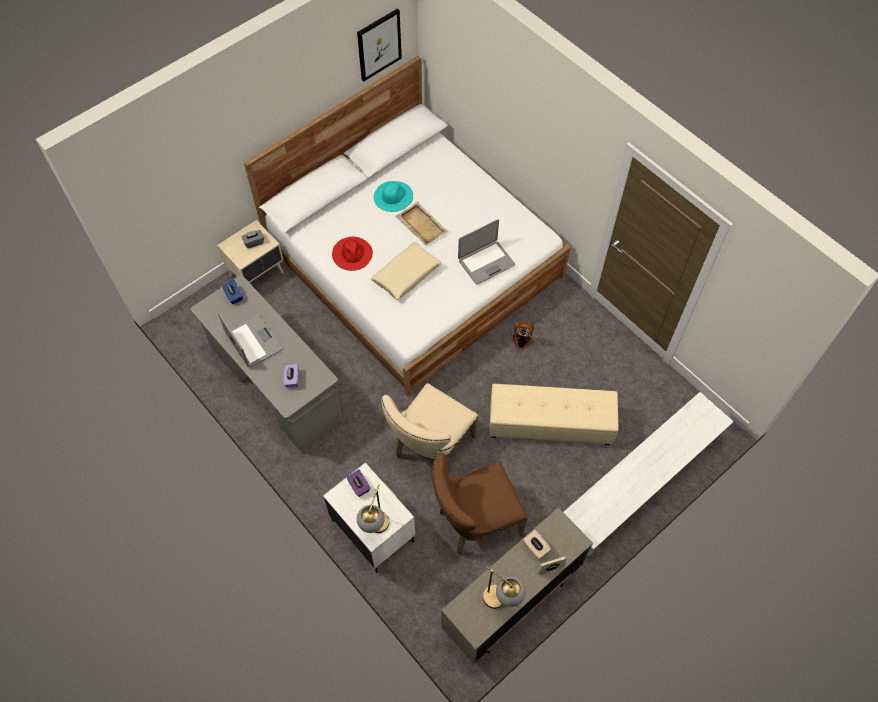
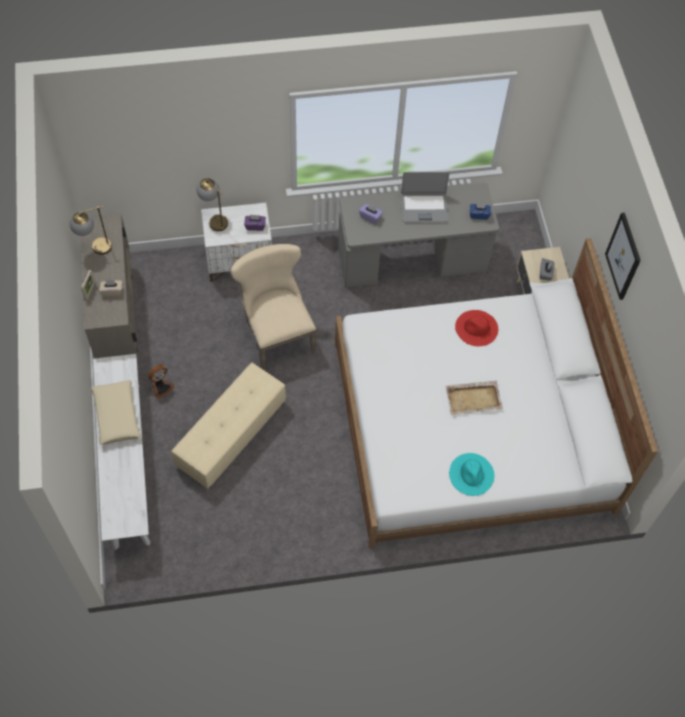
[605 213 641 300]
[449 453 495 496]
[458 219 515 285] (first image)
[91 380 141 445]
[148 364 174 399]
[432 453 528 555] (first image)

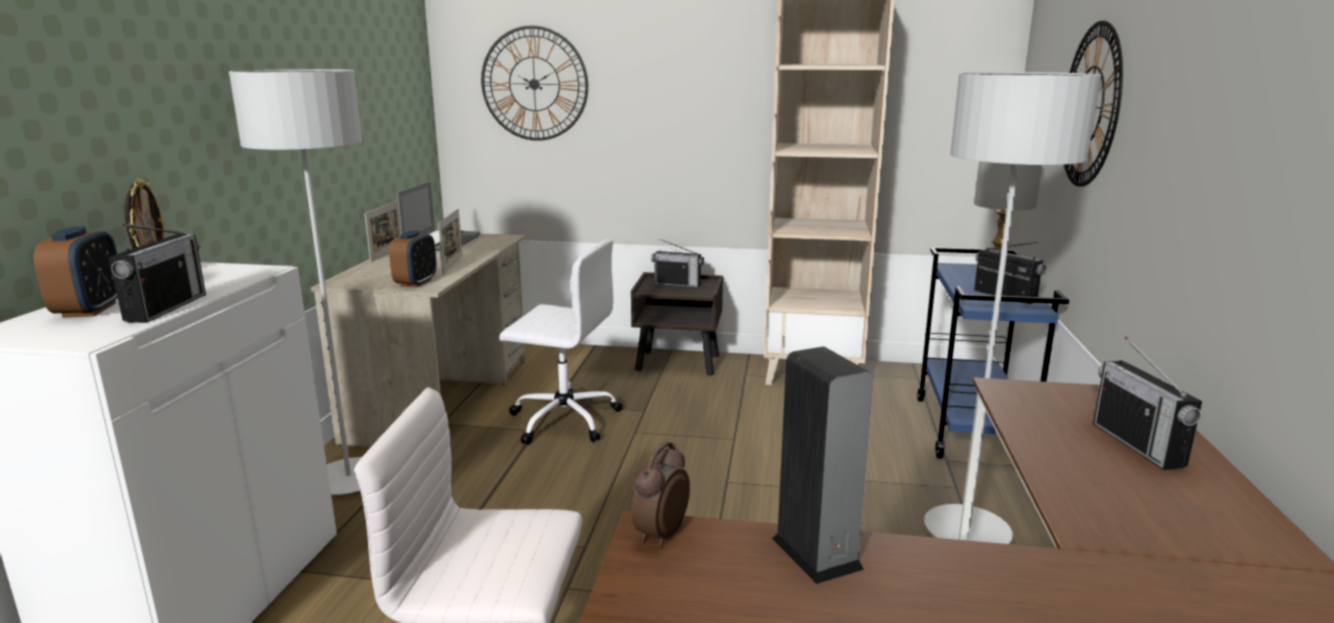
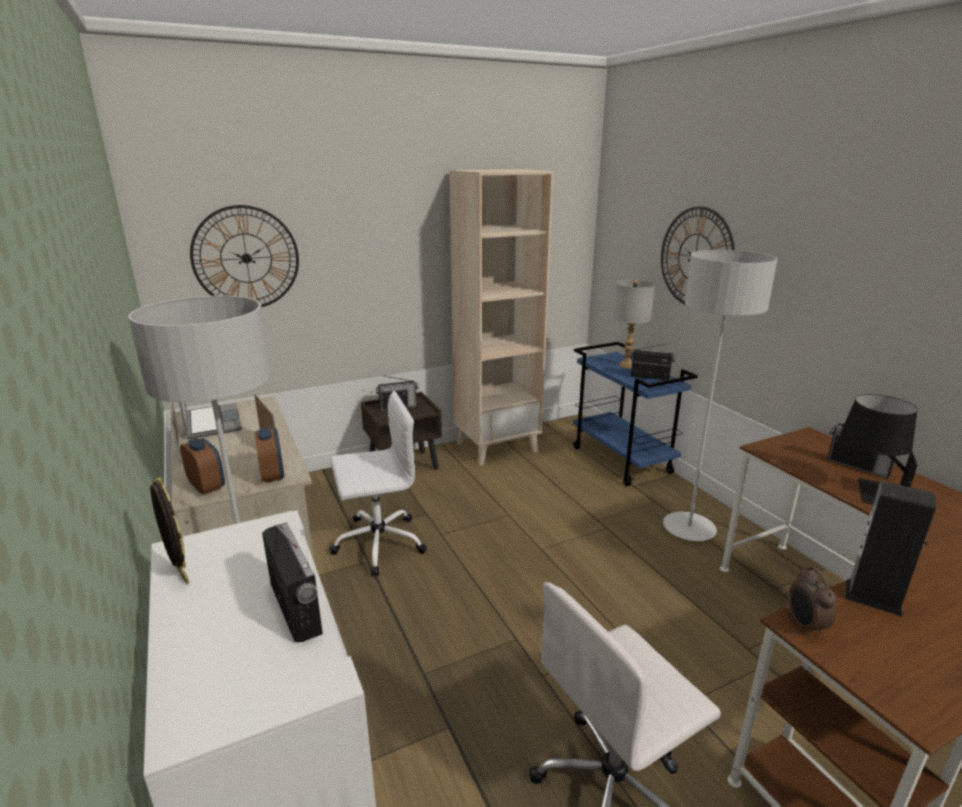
[180 438 225 495]
[840 394 917 505]

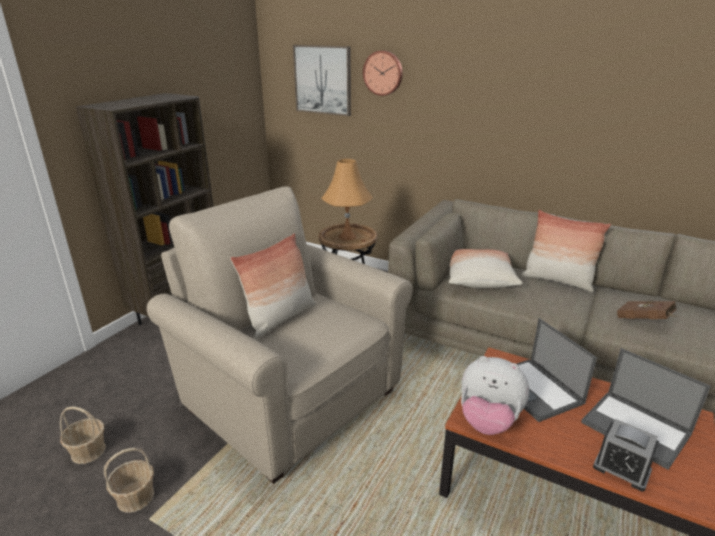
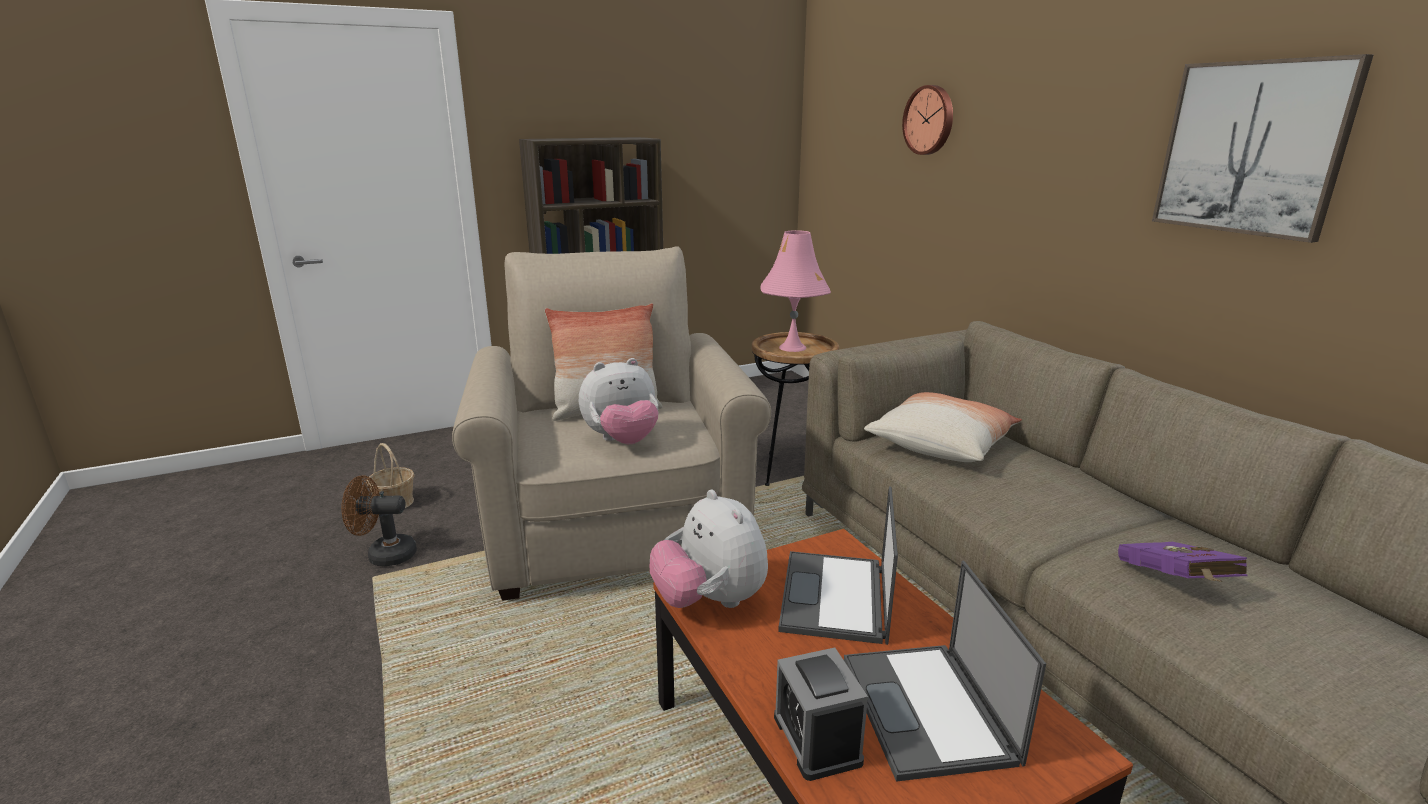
[1152 54 1373 243]
[760 230 831 352]
[521 210 611 292] (first image)
[1118 542 1247 582]
[341 475 417 566]
[579 358 659 444]

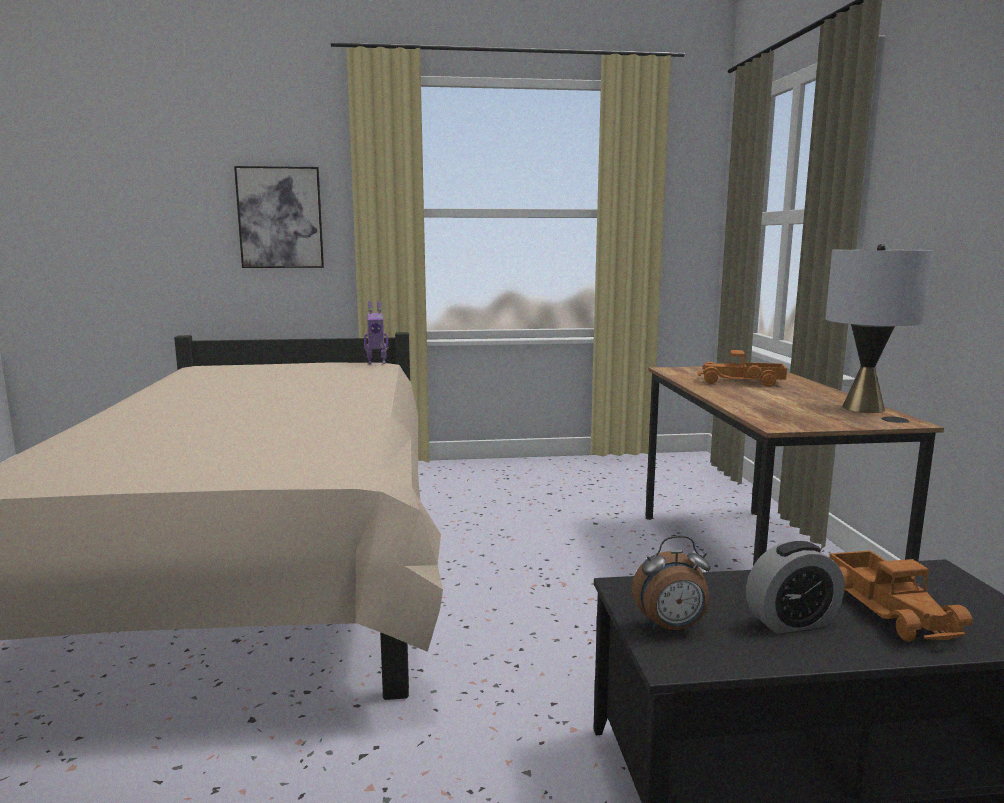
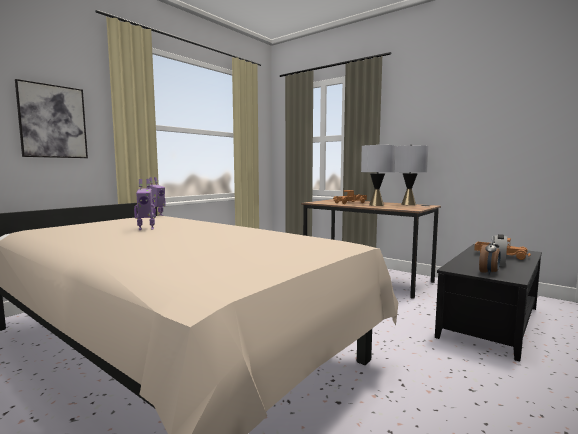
[361 144 396 206]
[134 179 156 230]

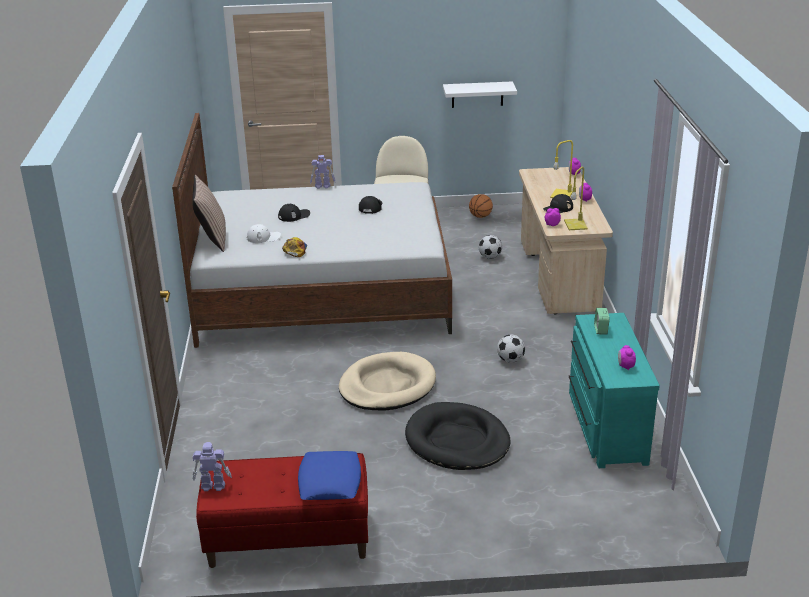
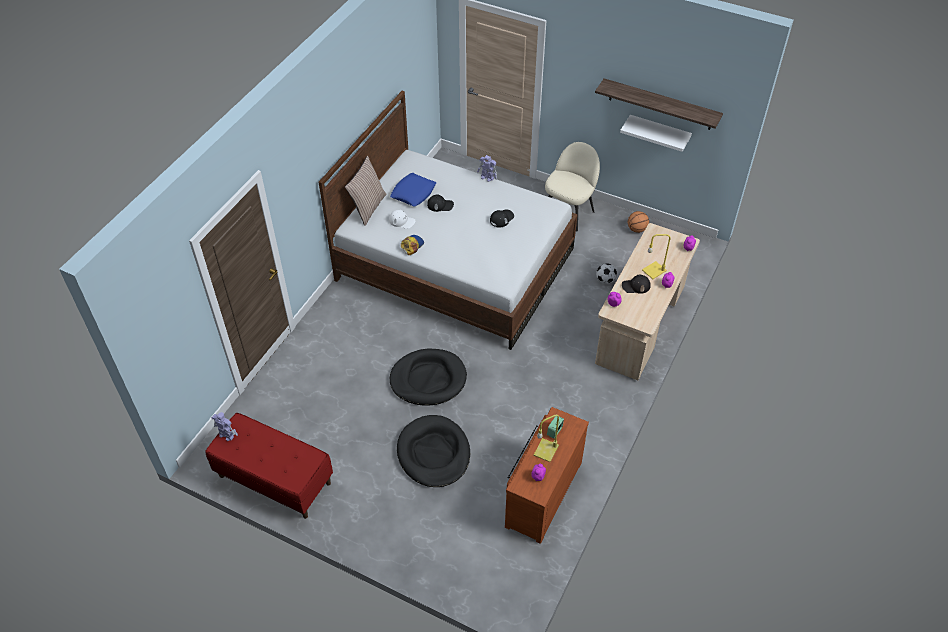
[534 415 559 462]
[505 407 589 544]
[497 335 525 363] (first image)
[390 349 467 406]
[390 173 436 207]
[595 78 723 130]

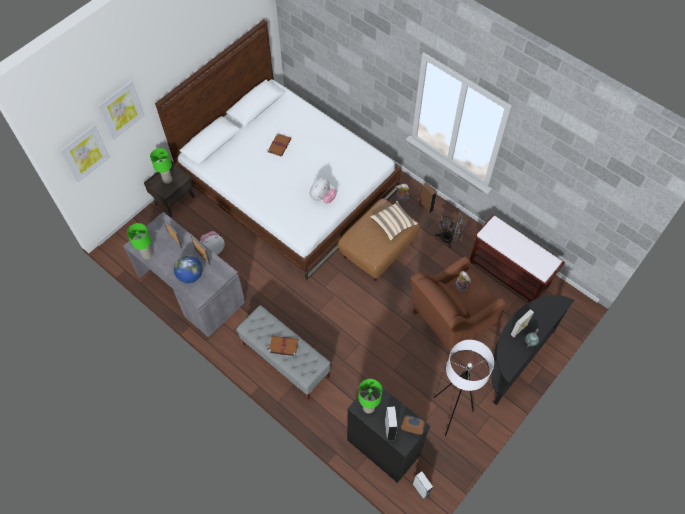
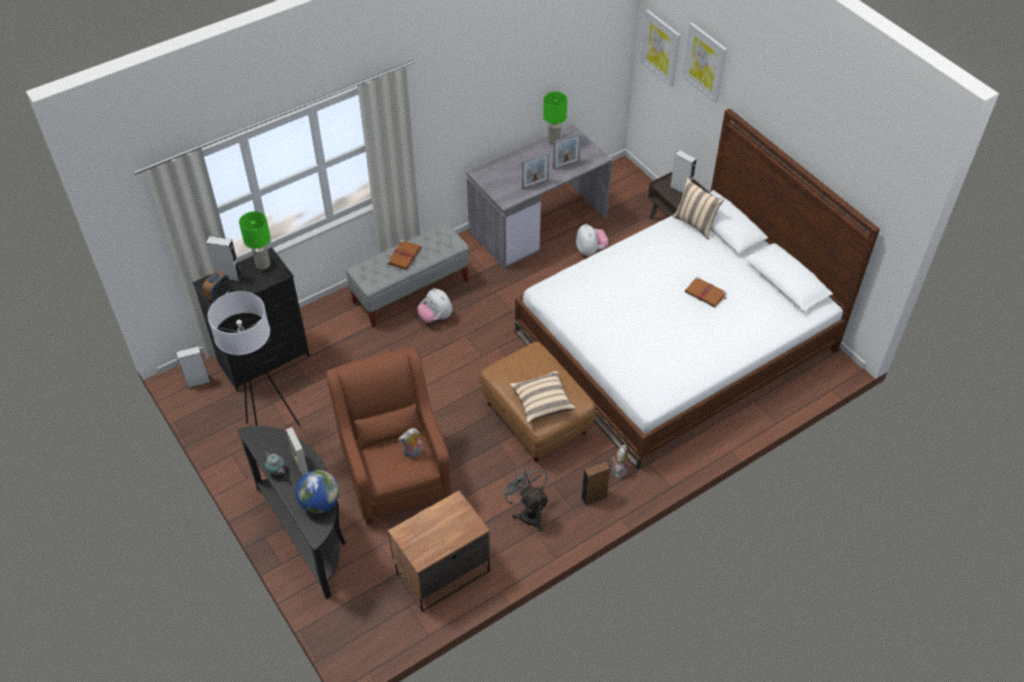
[670 150 697 194]
[417 288 453 323]
[501 464 549 532]
[388 490 491 612]
[296 470 339 513]
[672 178 724 239]

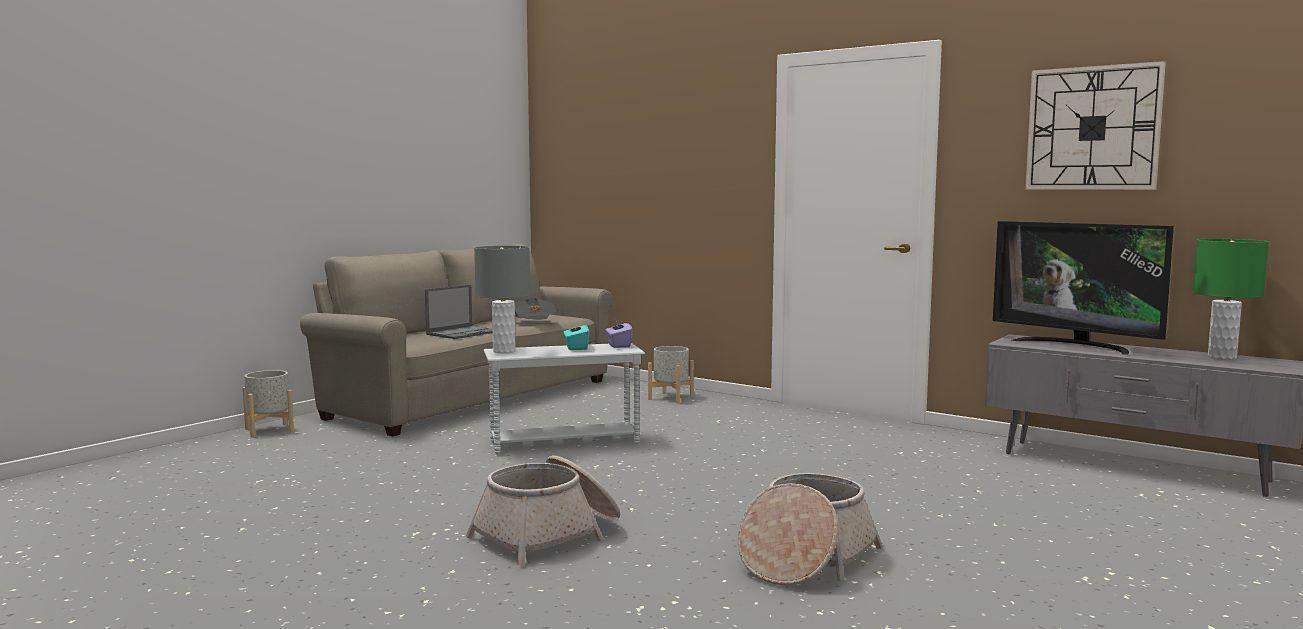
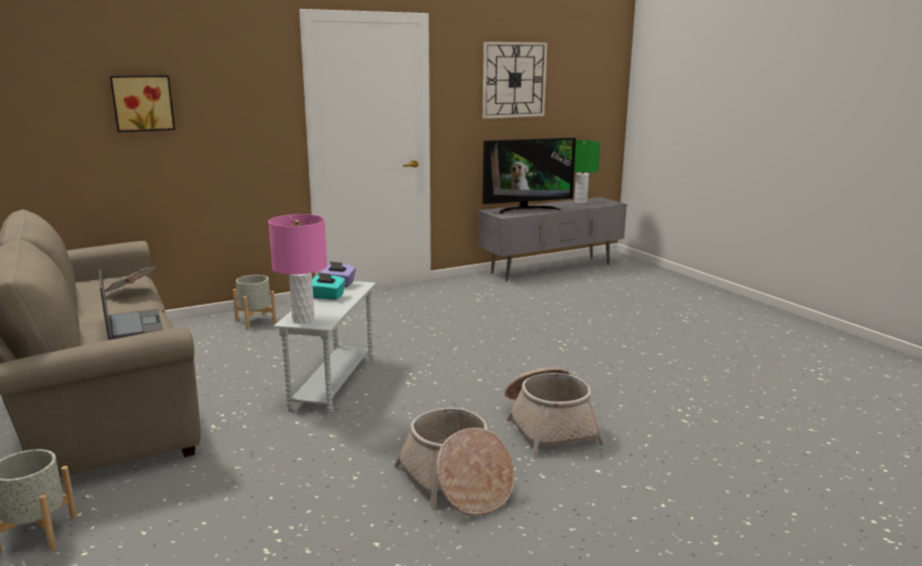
[268 214 327 324]
[394 408 515 516]
[110 75 175 132]

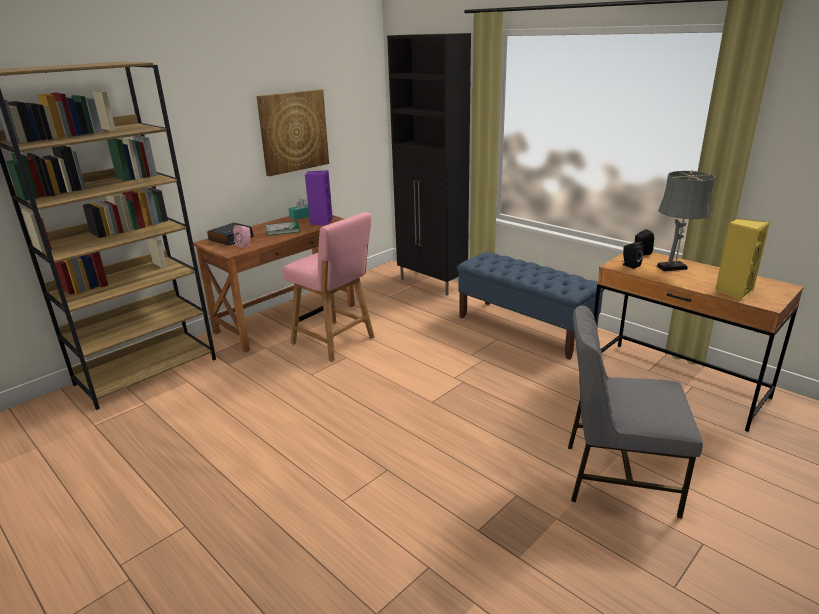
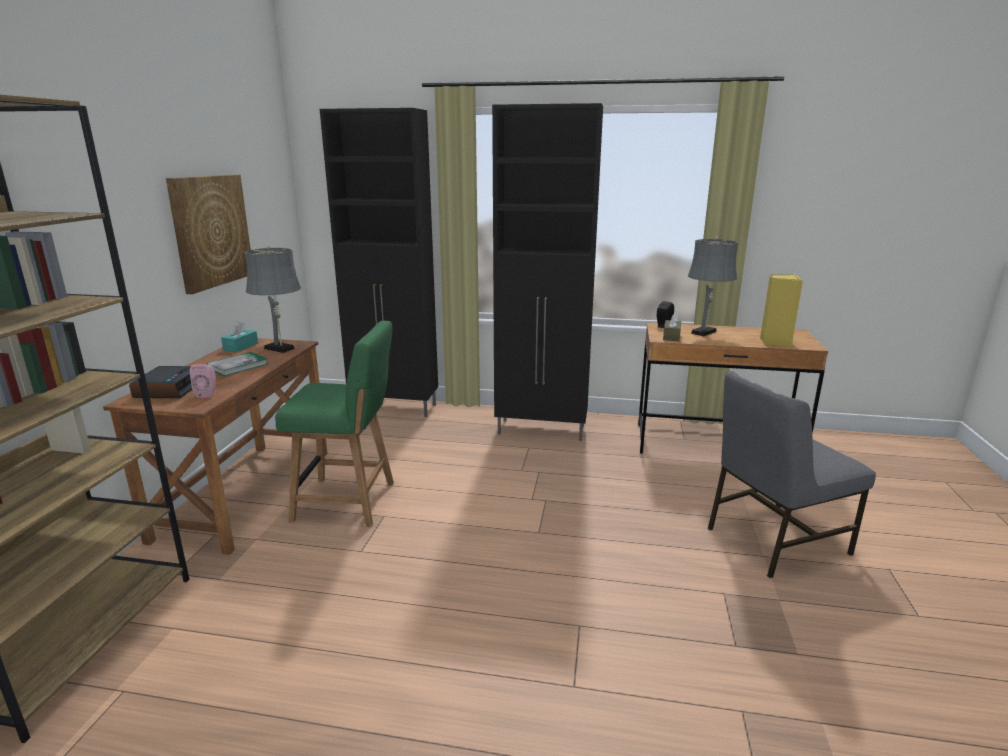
[244 245 301 353]
[275 321 394 527]
[663 312 681 341]
[492 103 603 441]

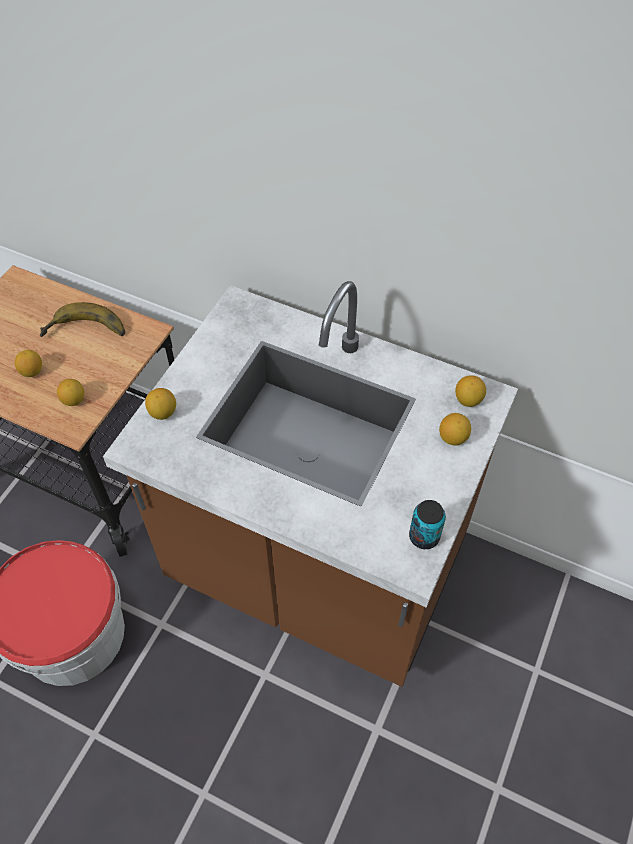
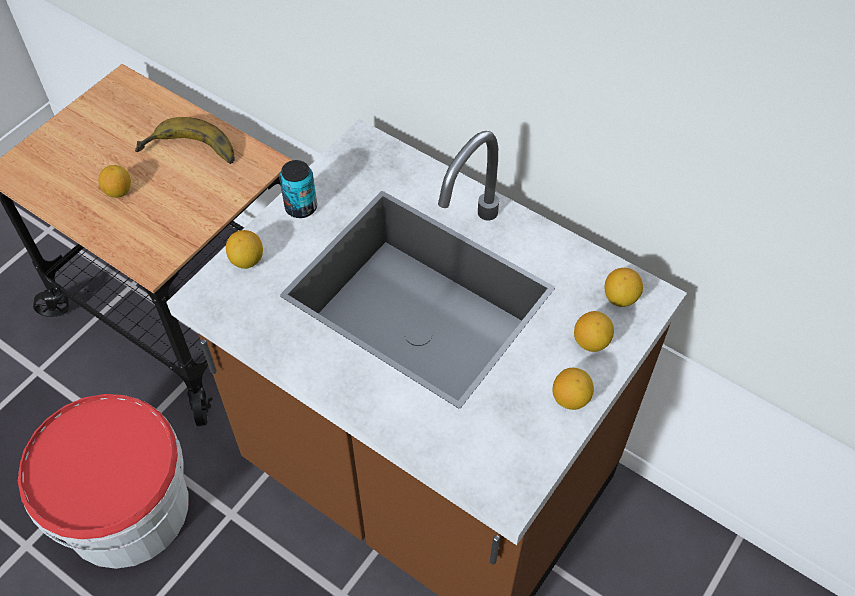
[553 368 594 410]
[279 160 317 218]

